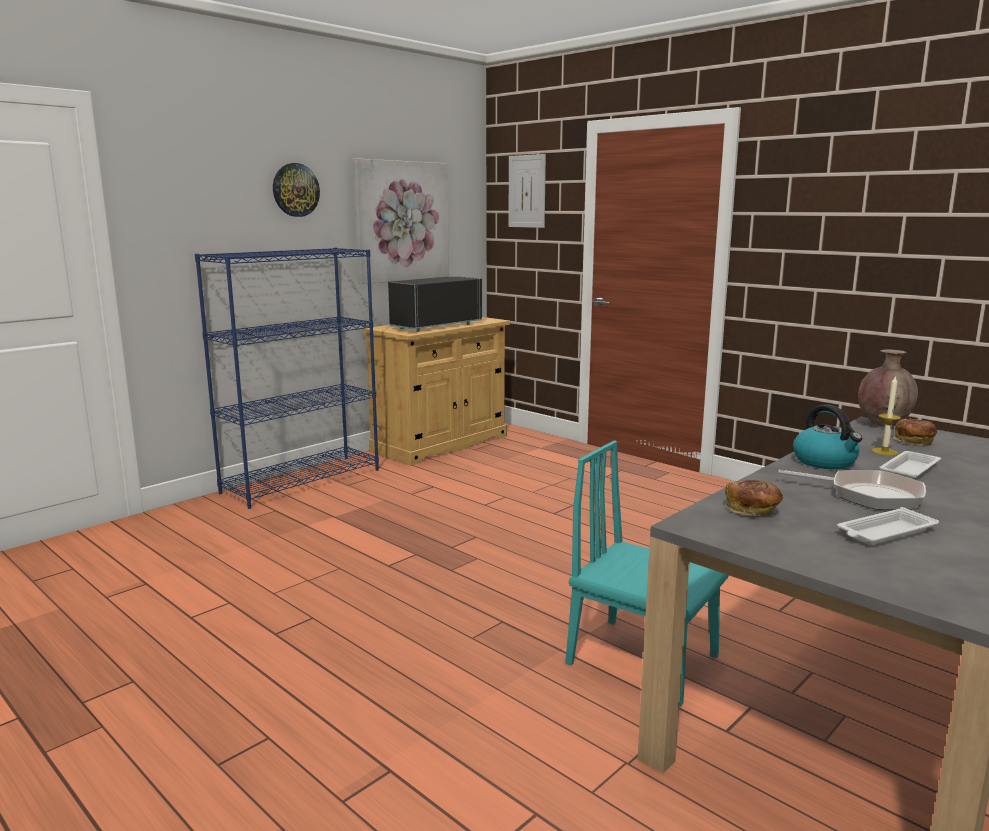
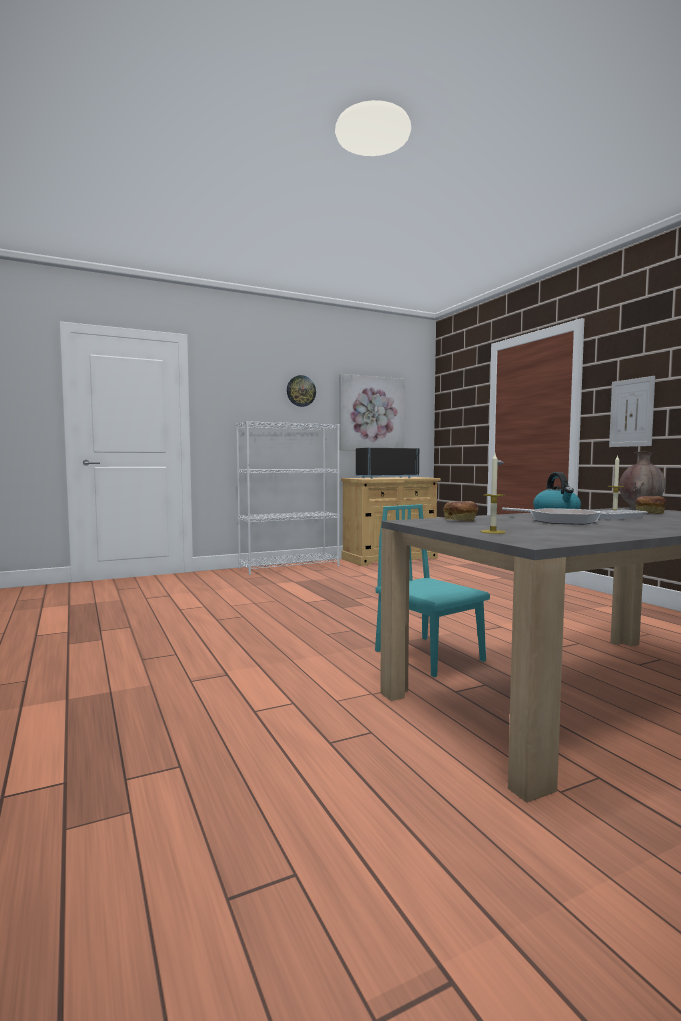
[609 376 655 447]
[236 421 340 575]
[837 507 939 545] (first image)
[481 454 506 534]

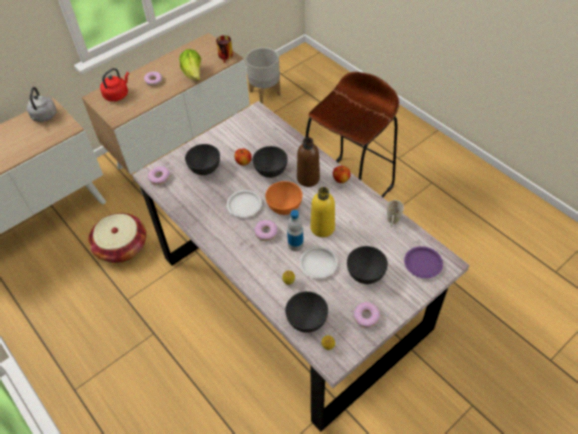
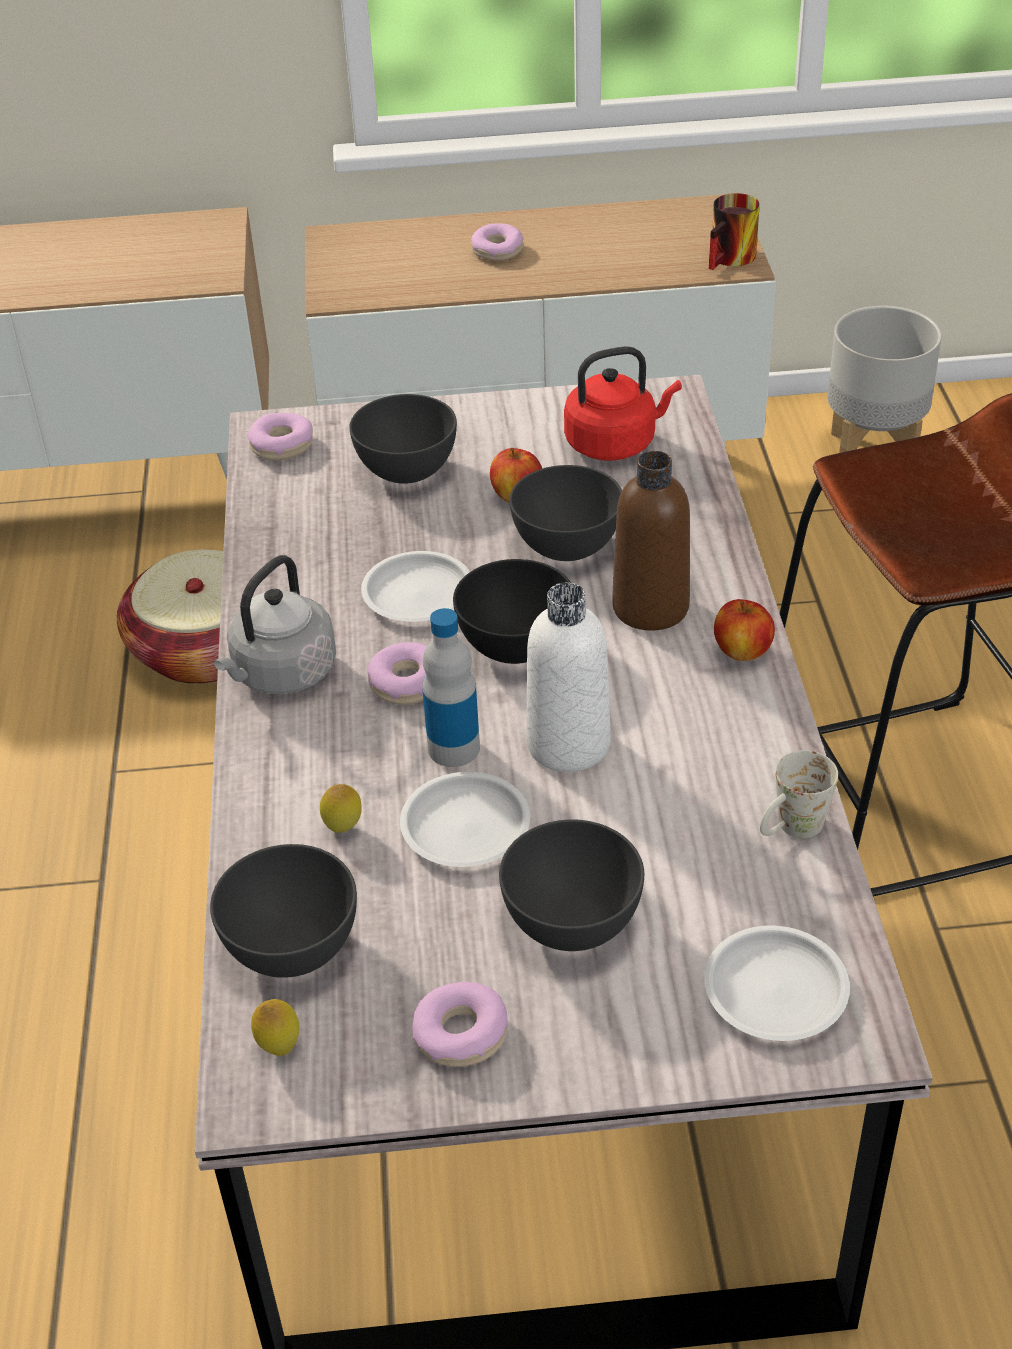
[179 49 201 81] (first image)
[564 346 682 461]
[214 555 336 694]
[453 559 571 664]
[526 582 611 772]
[704 925 850 1041]

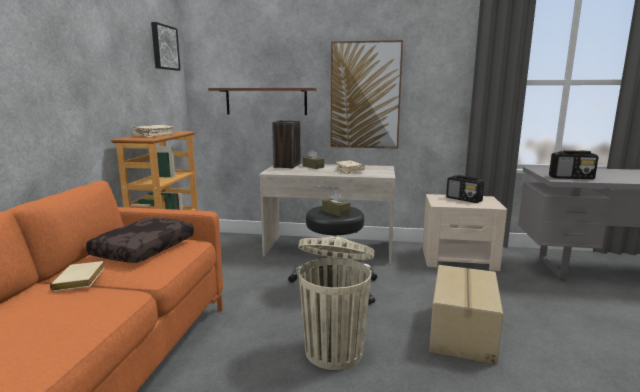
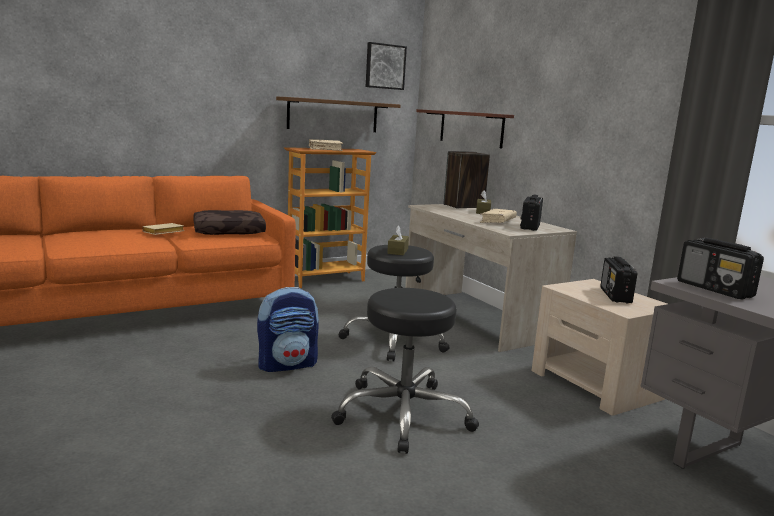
[330 40 403 149] (first image)
[257 287 319 372]
[331 288 479 454]
[276 97 401 132]
[520 195 543 231]

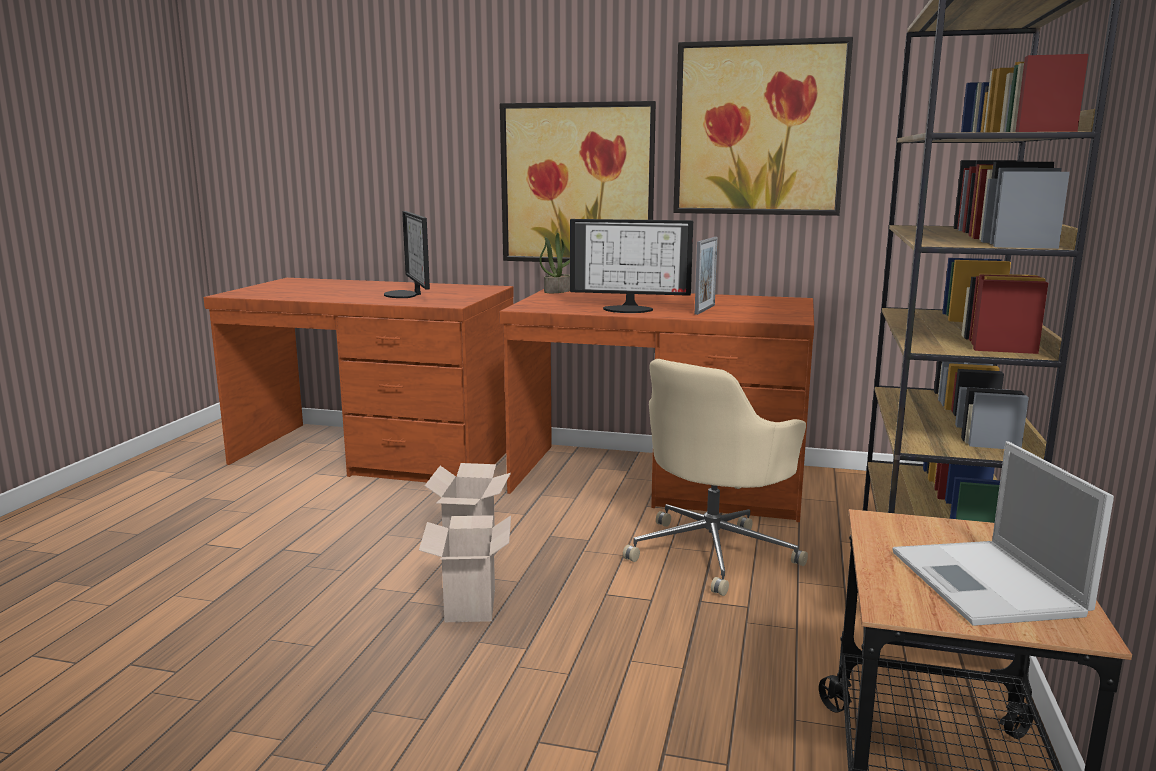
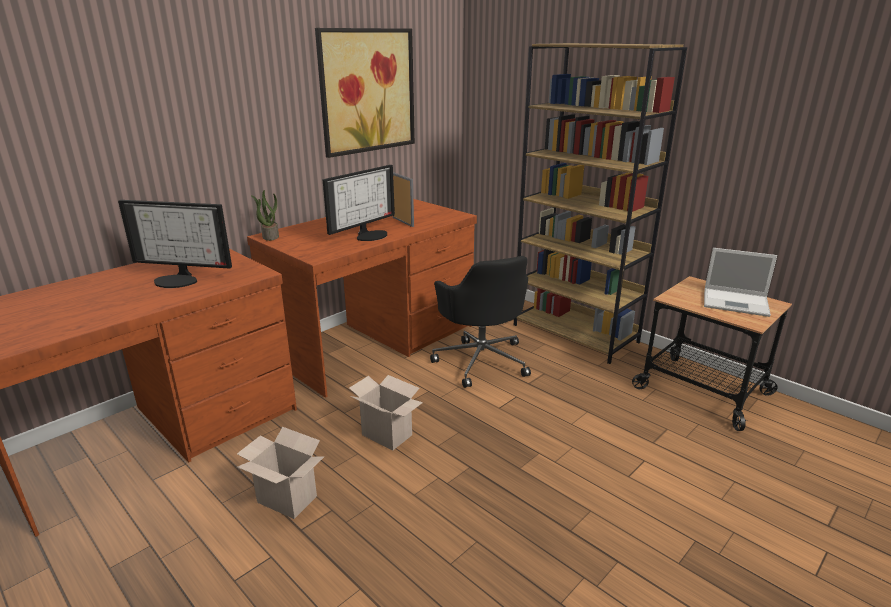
[500 101 656 263] (first image)
[430 256 531 388]
[237 427 324 519]

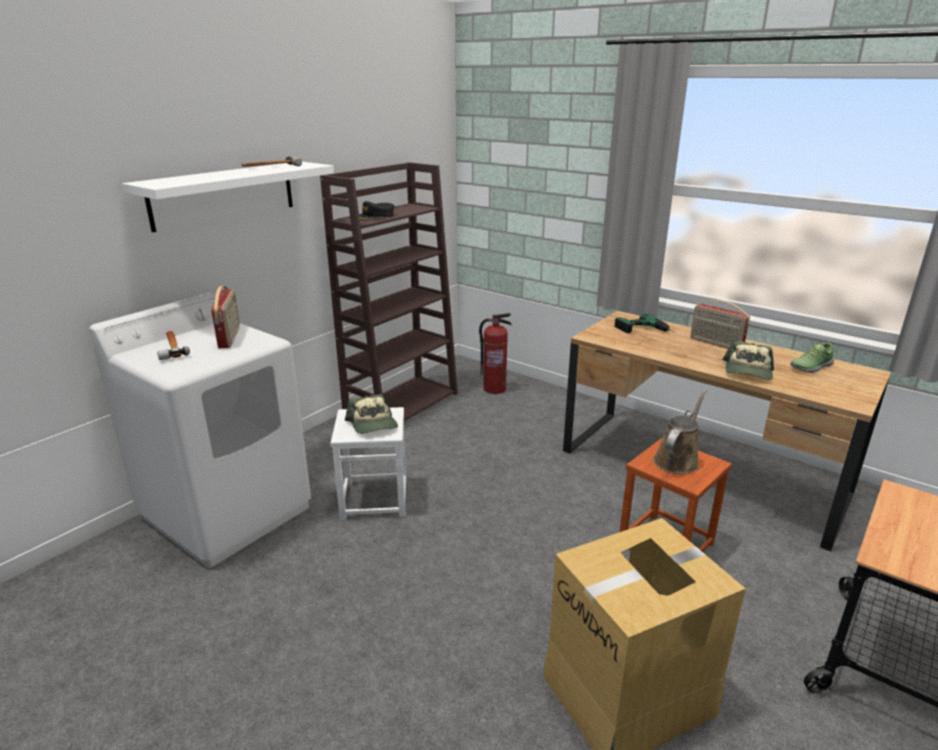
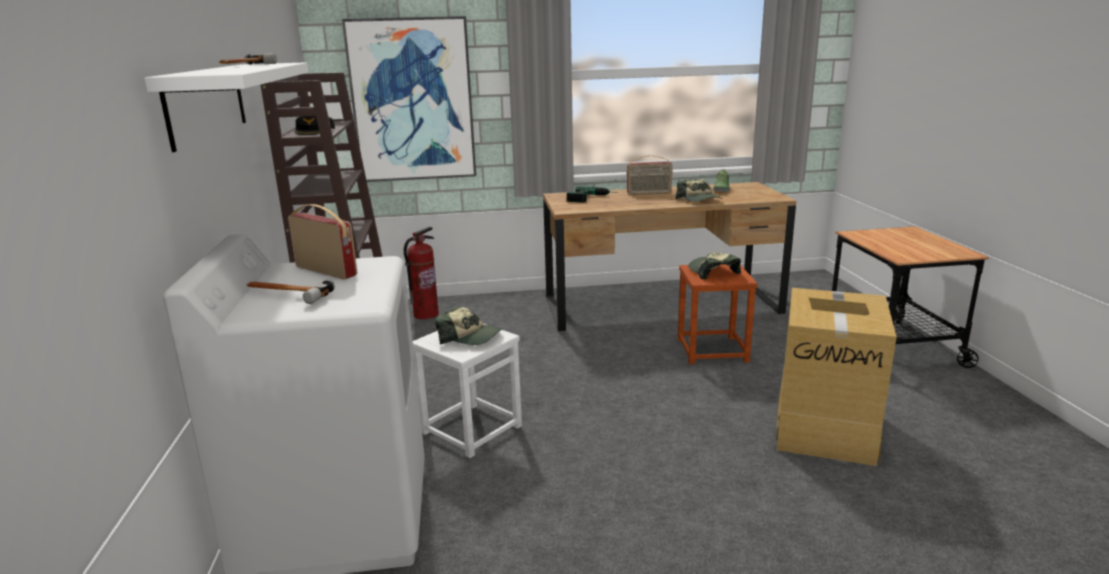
[688 252 741 279]
[342 16 476 182]

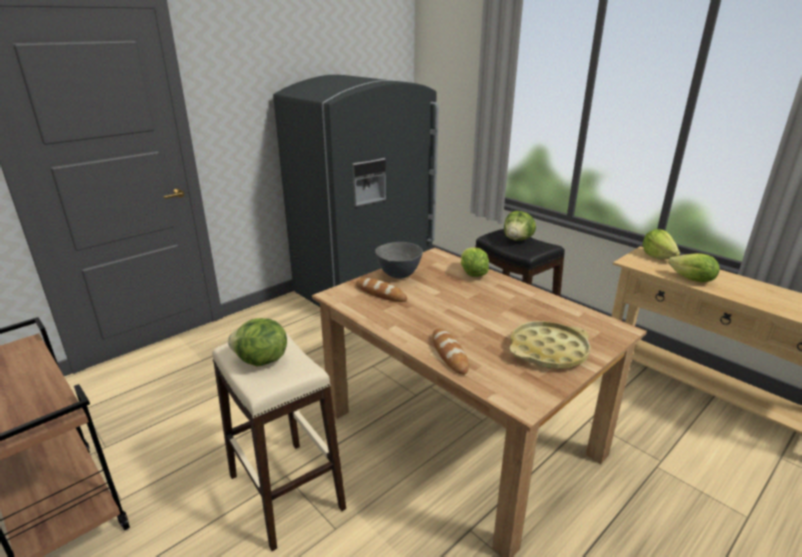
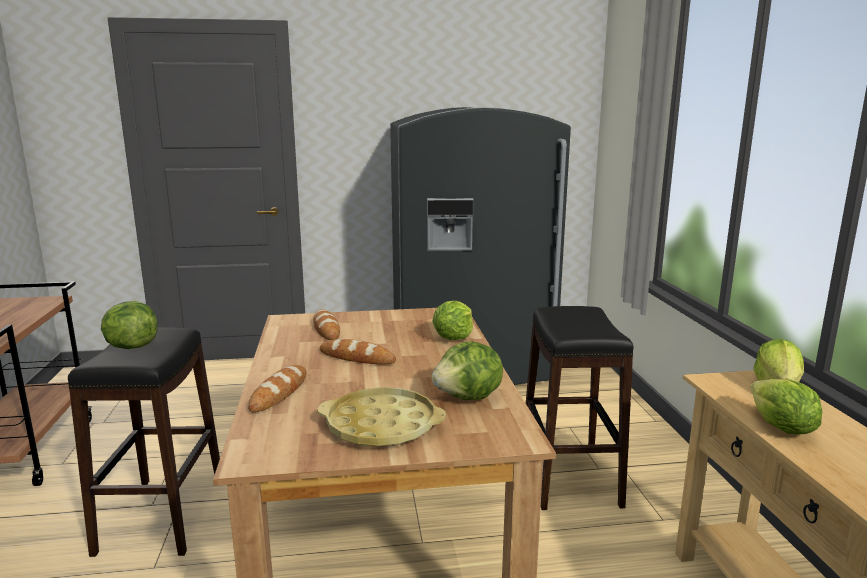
[432 341 503 400]
[375 242 423 279] (first image)
[68 327 220 557]
[320 339 396 364]

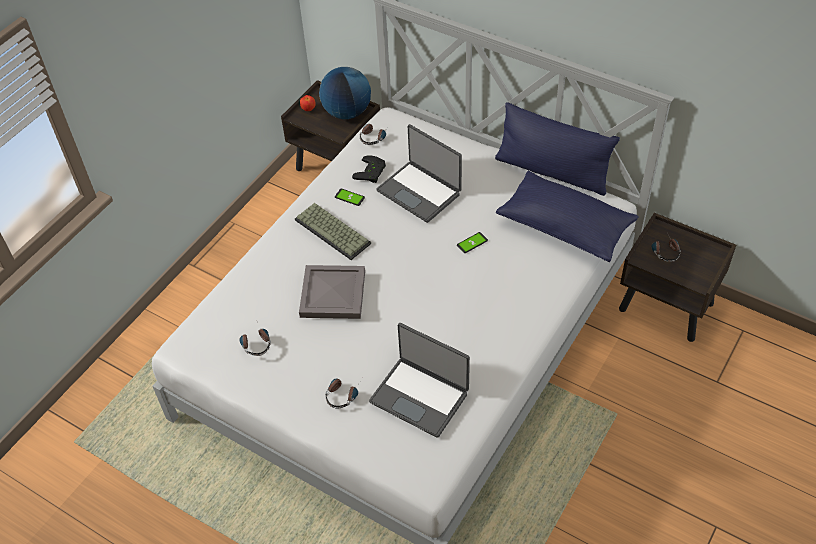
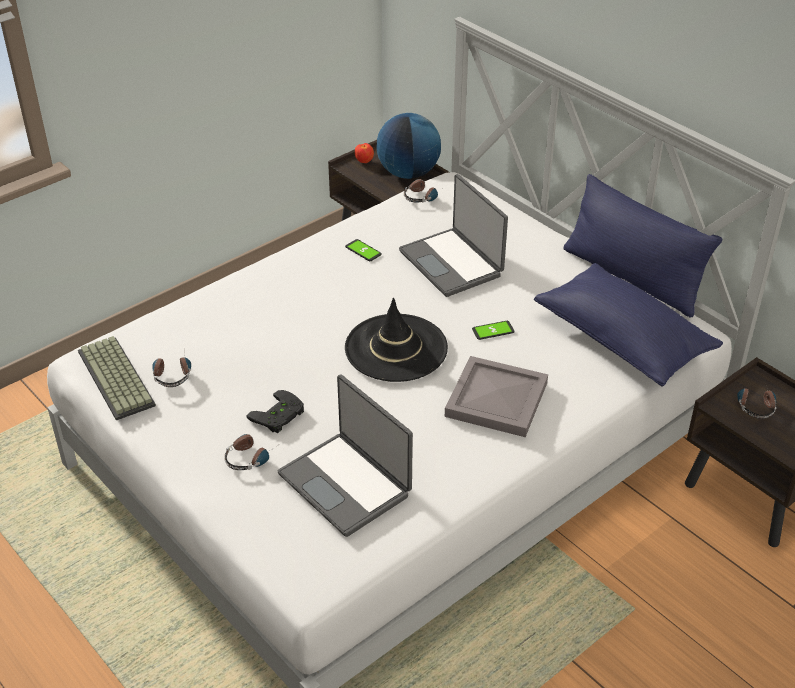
[246 390 304 433]
[78 336 156 420]
[445 356 548 437]
[345 298 448 382]

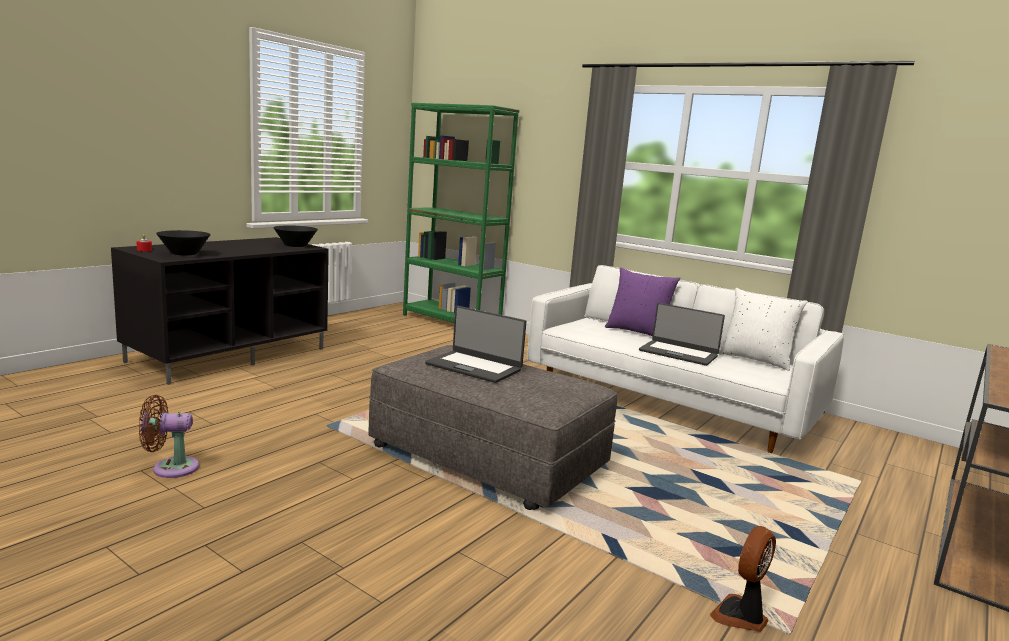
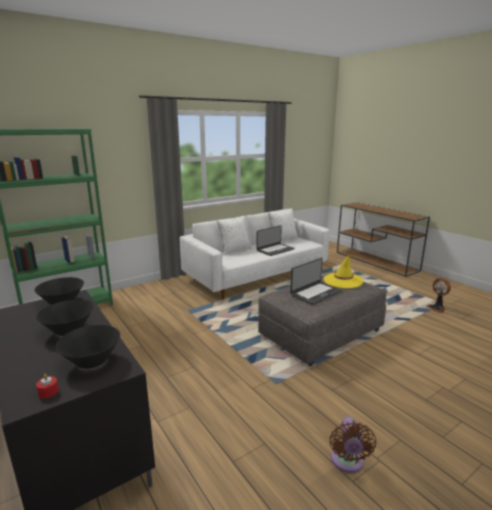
[217 216 252 255]
[324 256 363 288]
[36 300 93 336]

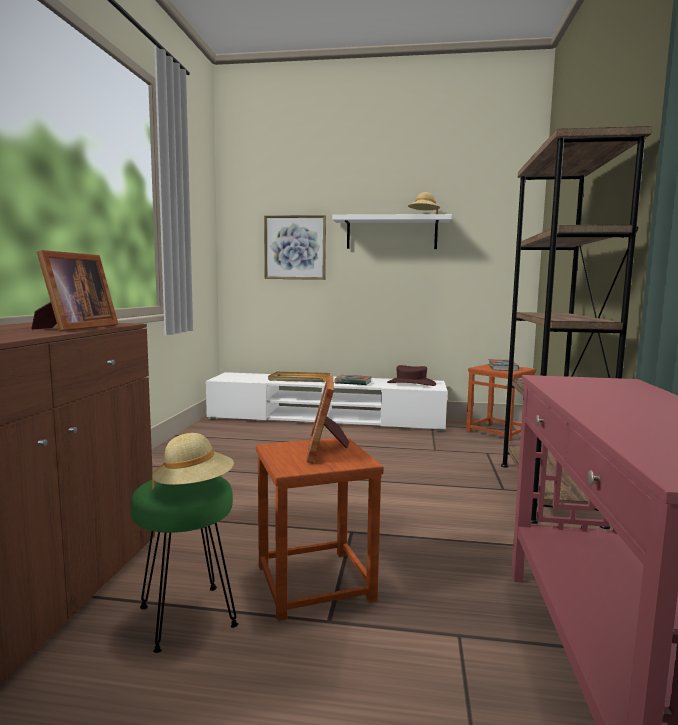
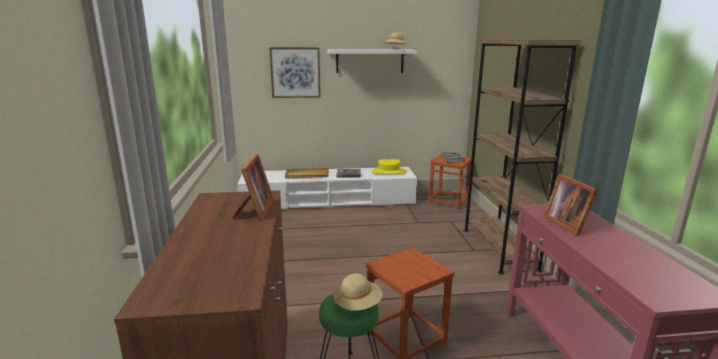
[372 159 407 174]
[543 174 598 236]

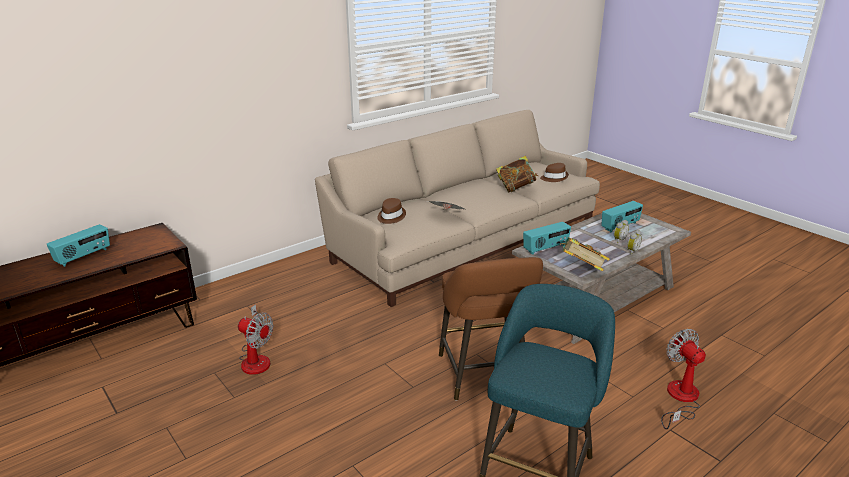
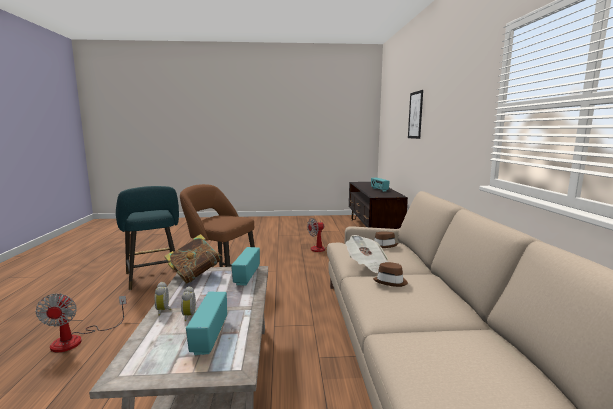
[496 156 538 193] (first image)
[373 262 408 287]
[35 293 127 352]
[408 90 423 139]

